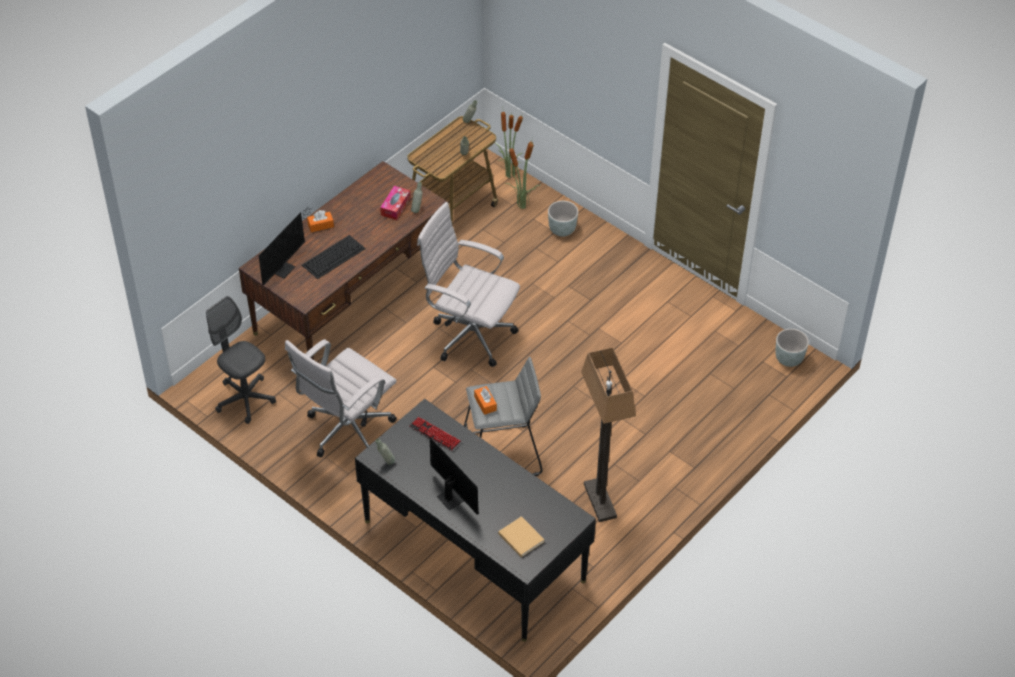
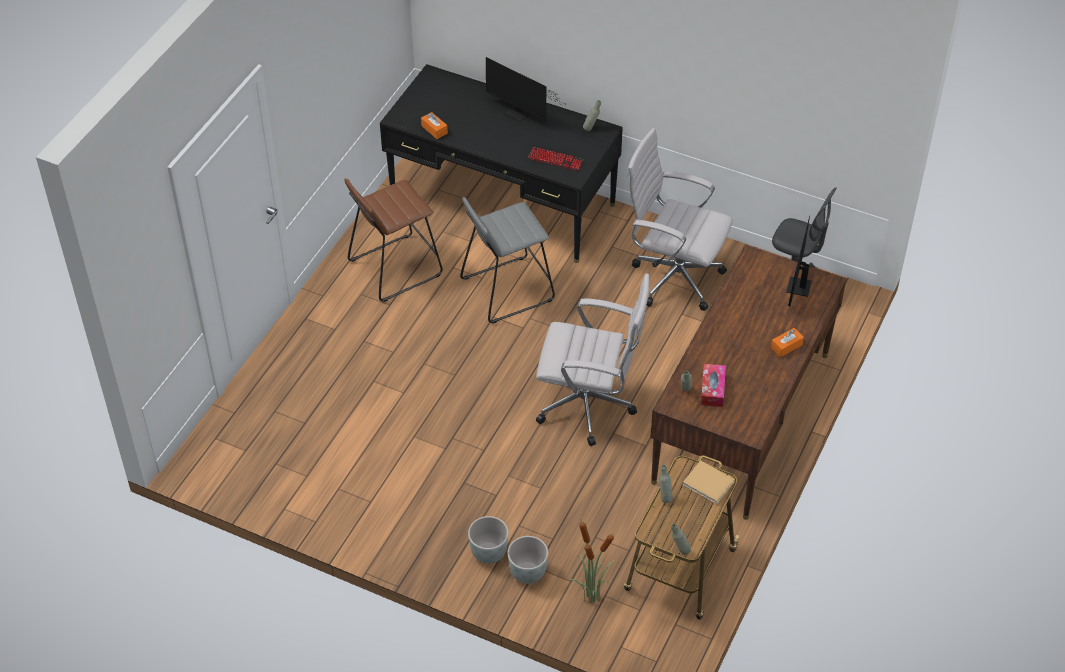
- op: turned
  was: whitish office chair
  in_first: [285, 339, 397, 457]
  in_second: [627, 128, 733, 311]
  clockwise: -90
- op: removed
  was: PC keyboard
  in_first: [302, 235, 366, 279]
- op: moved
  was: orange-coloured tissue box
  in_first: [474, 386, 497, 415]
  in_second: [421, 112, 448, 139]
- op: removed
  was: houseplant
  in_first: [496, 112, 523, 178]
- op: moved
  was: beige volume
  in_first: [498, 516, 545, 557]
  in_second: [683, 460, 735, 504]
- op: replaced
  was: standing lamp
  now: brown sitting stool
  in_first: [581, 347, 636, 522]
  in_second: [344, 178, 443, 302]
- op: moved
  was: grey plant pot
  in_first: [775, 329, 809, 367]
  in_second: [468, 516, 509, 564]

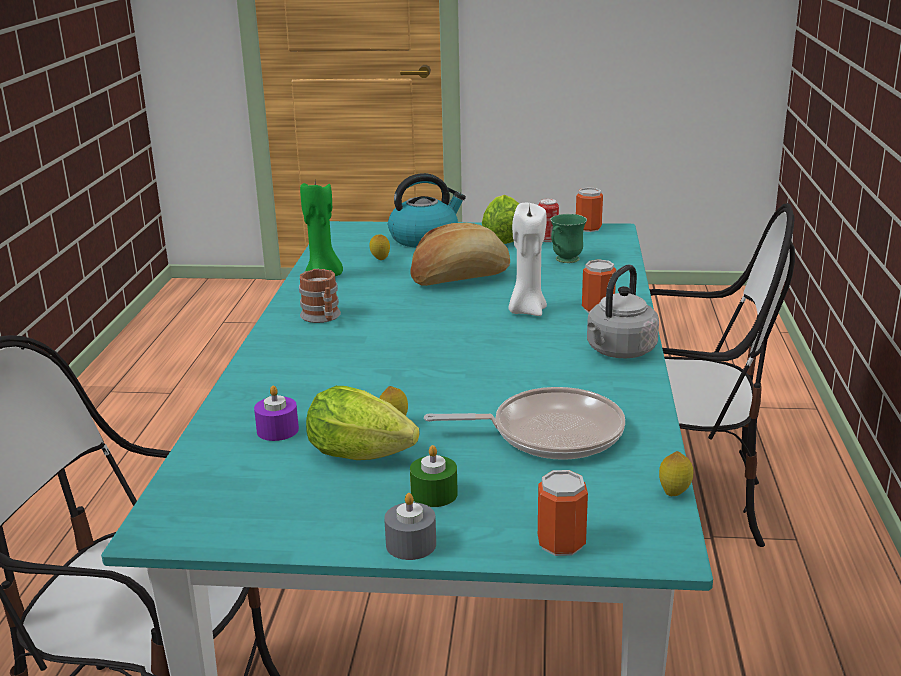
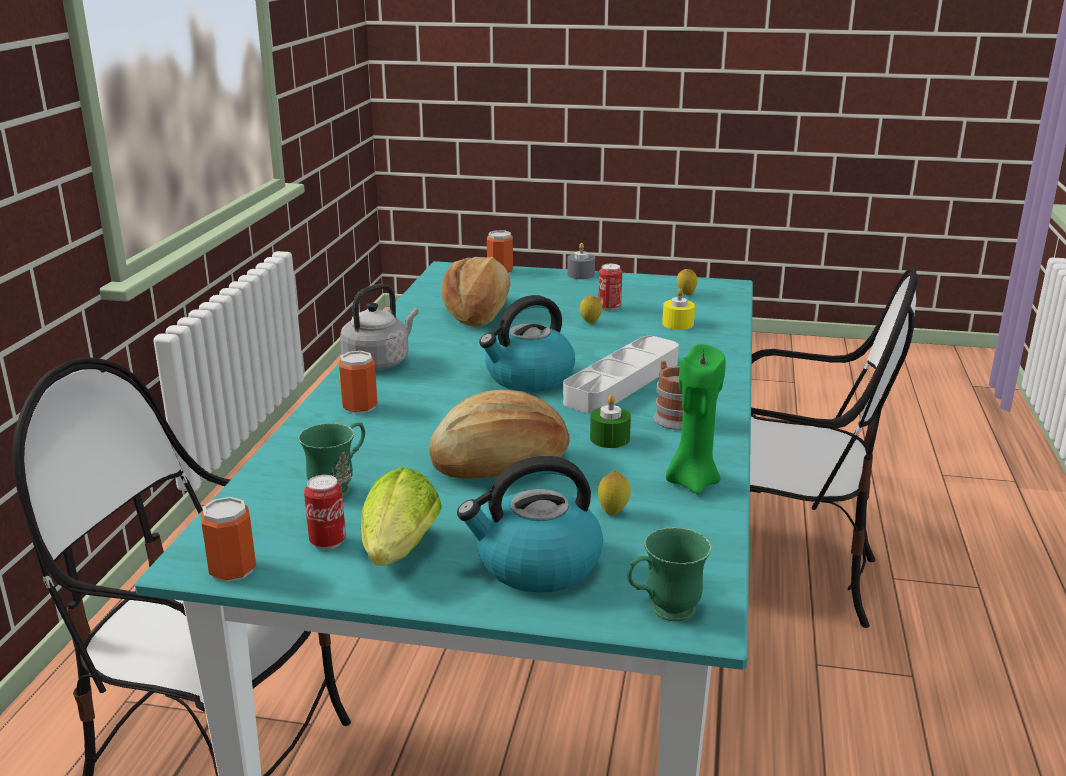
- op: recoloured
  was: purple-coloured candle
  now: yellowish candle
  in_first: [254, 385, 299, 441]
  in_second: [662, 288, 695, 330]
- op: replaced
  was: head of lettuce
  now: can
  in_first: [306, 386, 420, 460]
  in_second: [598, 264, 622, 311]
- op: moved
  was: green-coloured candle
  in_first: [410, 445, 458, 507]
  in_second: [590, 395, 631, 448]
- op: replaced
  was: skillet
  now: baked bread
  in_first: [424, 387, 625, 460]
  in_second: [441, 257, 511, 327]
- op: removed
  was: whitish candle
  in_first: [508, 203, 547, 316]
- op: moved
  was: citrus fruit
  in_first: [659, 451, 693, 496]
  in_second: [677, 269, 697, 295]
- op: added
  now: tea kettle
  in_second: [479, 295, 575, 392]
- op: added
  now: grey serving tray
  in_second: [563, 336, 679, 414]
- op: added
  now: green-coloured coffee mug
  in_second: [627, 527, 711, 621]

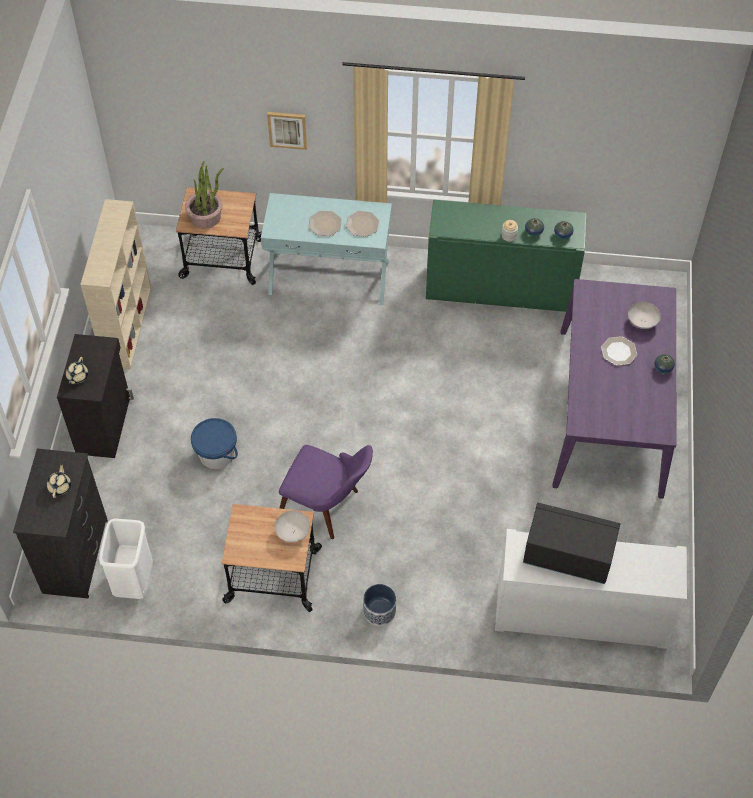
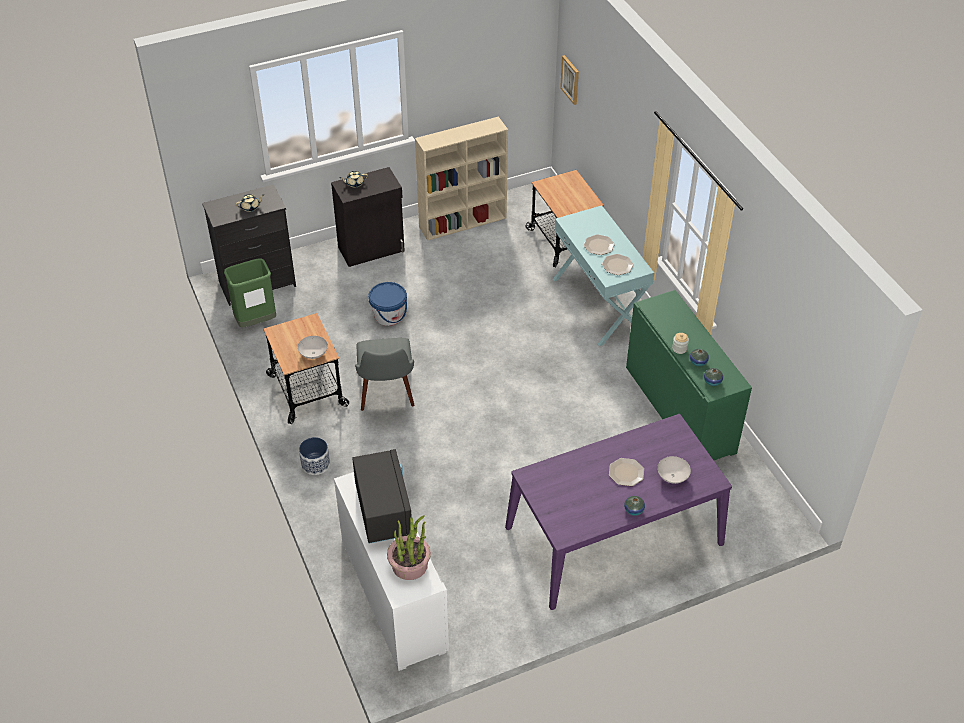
- op: recoloured
  was: whitish waste bin
  now: green-coloured waste bin
  in_first: [99, 518, 153, 599]
  in_second: [224, 258, 276, 327]
- op: moved
  was: houseplant
  in_first: [185, 161, 224, 228]
  in_second: [387, 515, 431, 580]
- op: moved
  was: wall picture
  in_first: [267, 112, 307, 150]
  in_second: [560, 55, 579, 105]
- op: recoloured
  was: purple-coloured plain chair
  now: grey plain chair
  in_first: [279, 445, 373, 539]
  in_second: [355, 338, 414, 411]

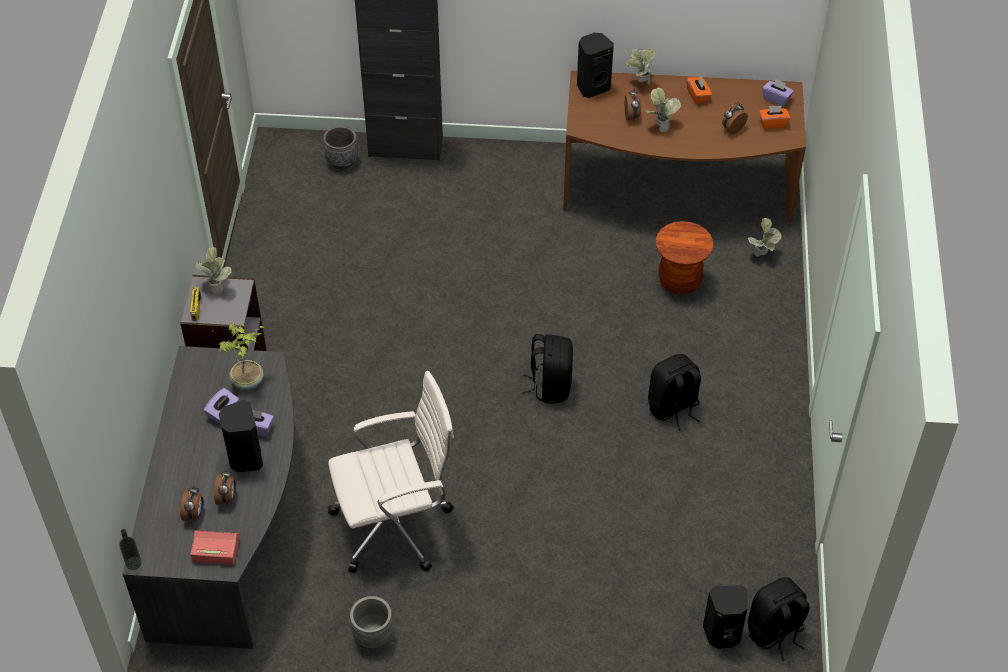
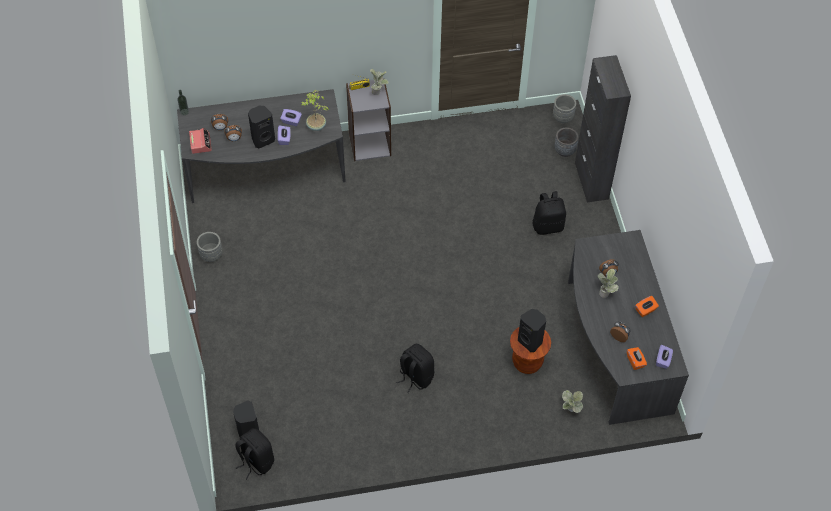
- op: removed
  was: whitish office chair
  in_first: [328, 371, 454, 574]
- op: moved
  was: black-coloured knapsack
  in_first: [522, 334, 573, 404]
  in_second: [532, 191, 566, 235]
- op: recoloured
  was: brown desk
  now: grey desk
  in_first: [563, 71, 806, 223]
  in_second: [568, 230, 689, 425]
- op: moved
  was: black-coloured loudspeaker
  in_first: [577, 33, 614, 98]
  in_second: [518, 309, 546, 352]
- op: removed
  was: houseplant
  in_first: [626, 49, 656, 85]
- op: added
  now: grey plant pot
  in_second: [553, 94, 576, 123]

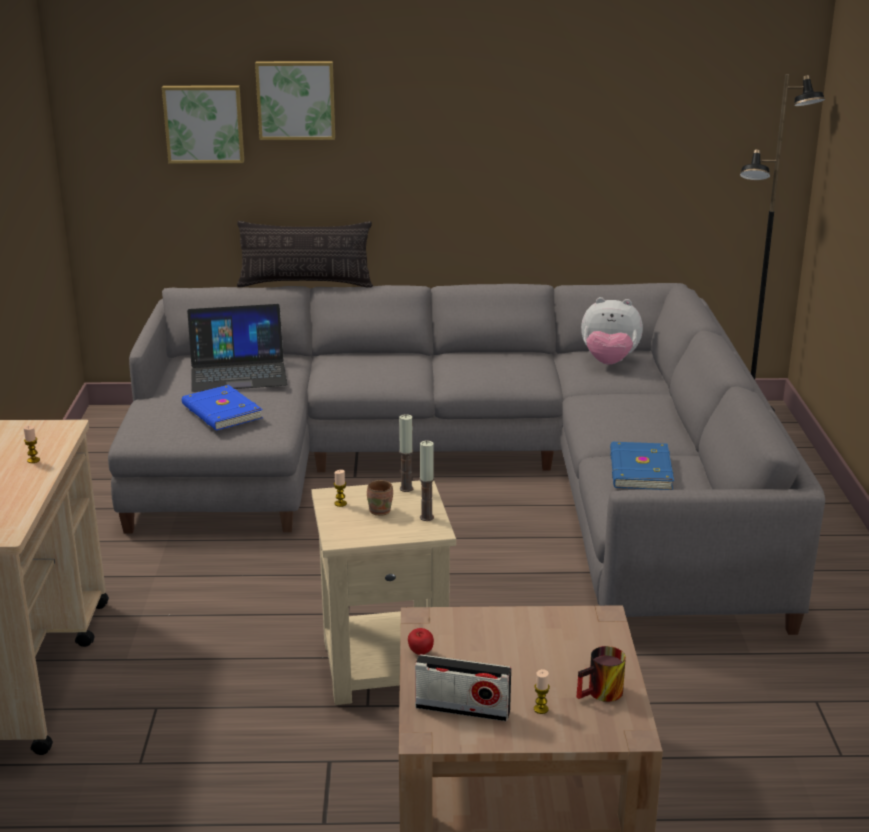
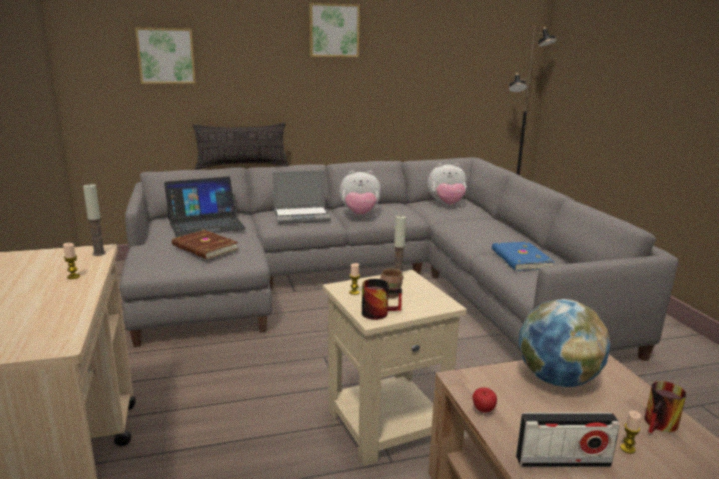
- op: recoloured
  was: blue-coloured volume
  now: brown volume
  in_first: [182, 385, 263, 430]
  in_second: [172, 230, 238, 259]
- op: moved
  was: wall picture
  in_first: [255, 61, 335, 140]
  in_second: [309, 3, 360, 57]
- op: moved
  was: candle
  in_first: [419, 441, 434, 521]
  in_second: [83, 183, 106, 256]
- op: added
  now: notebook computer
  in_second: [273, 170, 331, 224]
- op: added
  now: plush toy
  in_second: [339, 170, 381, 215]
- op: added
  now: coffee mug
  in_second: [362, 279, 402, 320]
- op: added
  now: desk globe
  in_second: [518, 299, 611, 387]

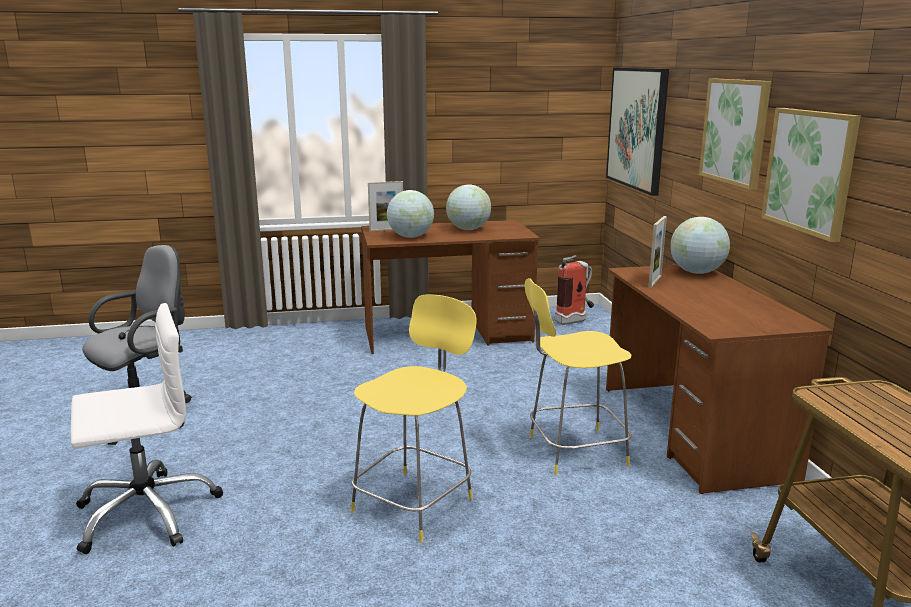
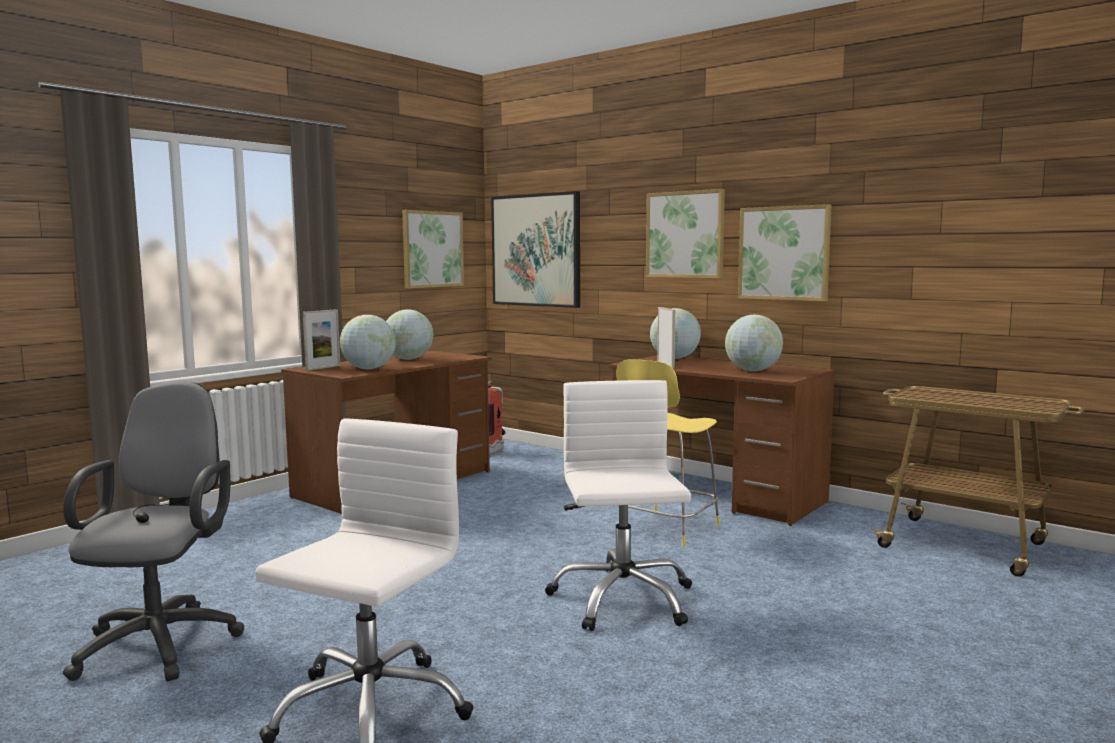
- op: replaced
  was: yellowish sitting stool
  now: whitish office chair
  in_first: [351, 294, 477, 543]
  in_second: [545, 380, 692, 631]
- op: added
  now: wall picture
  in_second: [402, 210, 464, 288]
- op: added
  now: desk globe
  in_second: [725, 315, 783, 371]

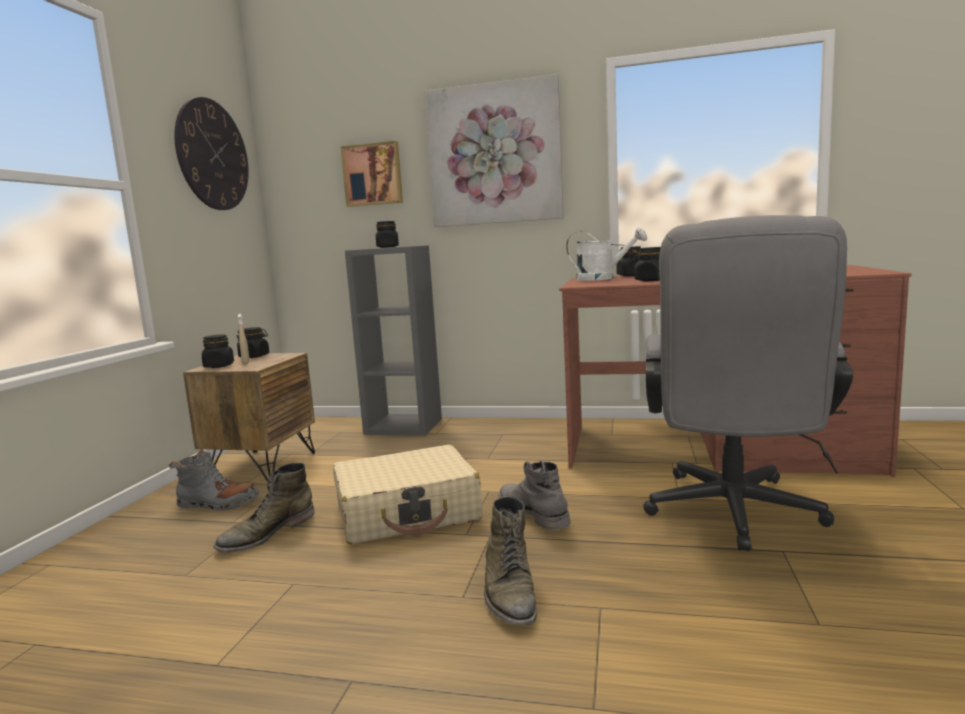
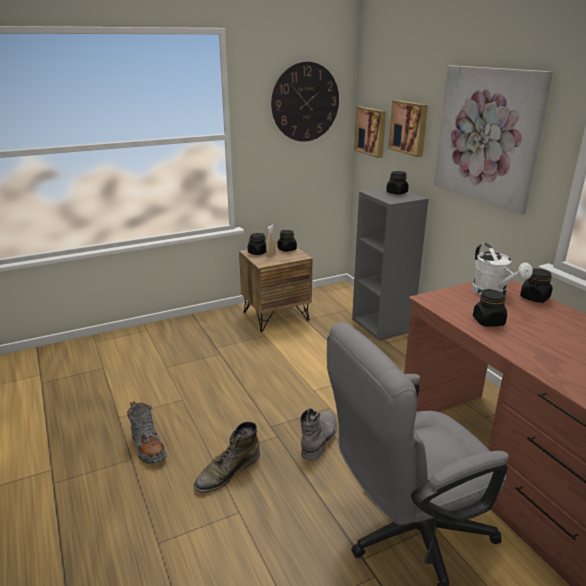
- op: moved
  was: grey tall boot
  in_first: [168, 449, 259, 510]
  in_second: [127, 401, 167, 464]
- op: removed
  was: green-coloured tall boot
  in_first: [214, 463, 315, 553]
- op: removed
  was: beige suitcase
  in_first: [333, 445, 482, 544]
- op: added
  now: wall picture
  in_second: [354, 107, 386, 158]

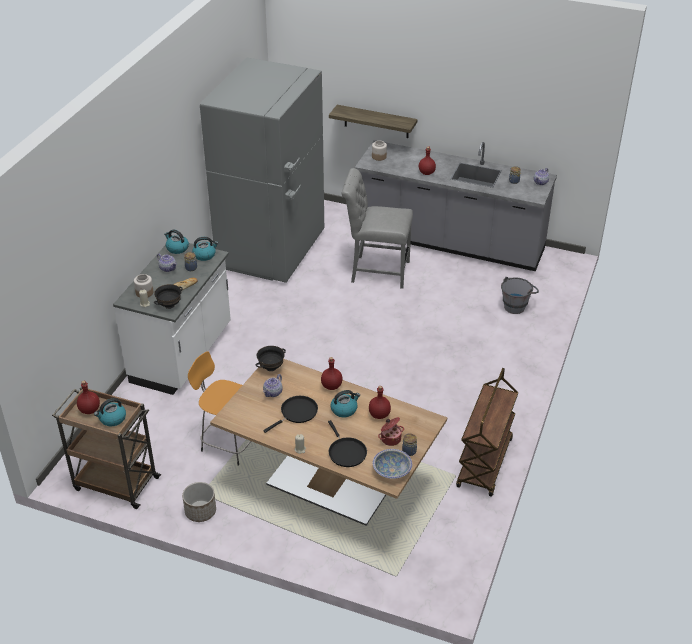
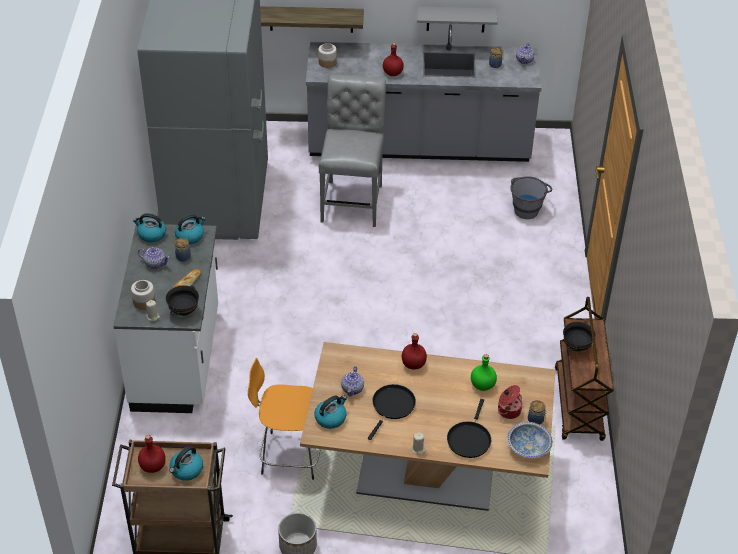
- op: moved
  was: black-coloured deep dish
  in_first: [256, 346, 286, 371]
  in_second: [563, 322, 595, 351]
- op: turned
  was: black-coloured skillet
  in_first: [328, 420, 367, 467]
  in_second: [447, 399, 491, 458]
  clockwise: 60
- op: moved
  was: tea kettle
  in_first: [331, 390, 360, 417]
  in_second: [314, 395, 347, 429]
- op: turned
  was: grey plain chair
  in_first: [342, 168, 413, 289]
  in_second: [319, 75, 386, 227]
  clockwise: 105
- op: recoloured
  was: reddish beverage bottle
  now: green-coloured beverage bottle
  in_first: [369, 386, 391, 419]
  in_second: [471, 354, 497, 391]
- op: added
  now: grey wall shelf
  in_second: [417, 7, 498, 33]

